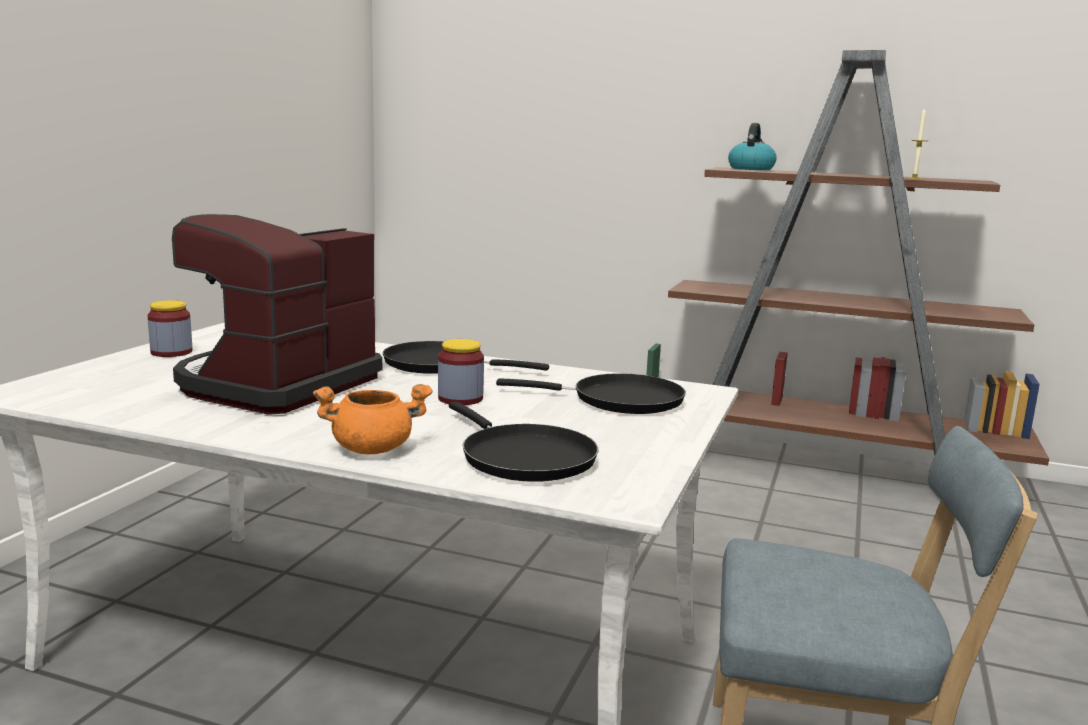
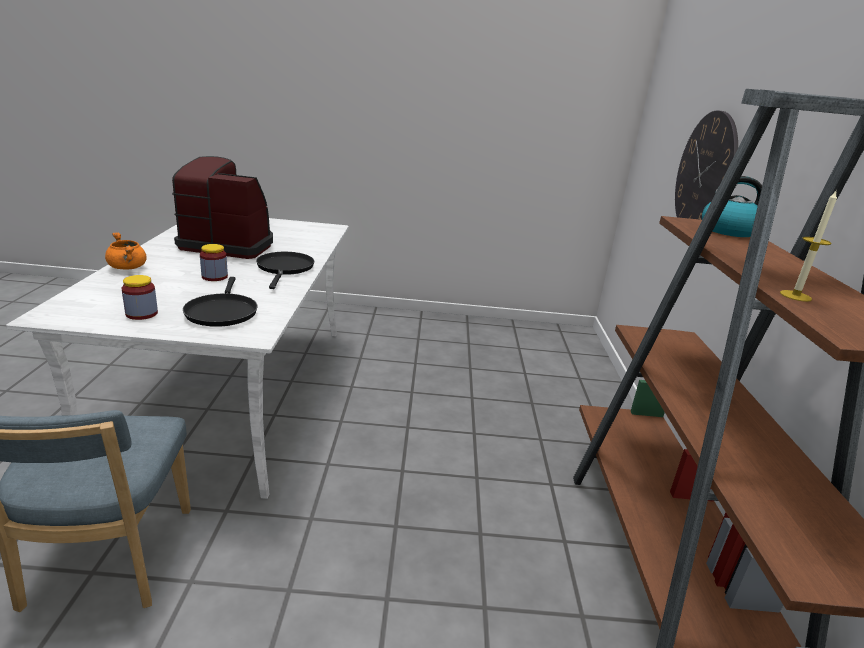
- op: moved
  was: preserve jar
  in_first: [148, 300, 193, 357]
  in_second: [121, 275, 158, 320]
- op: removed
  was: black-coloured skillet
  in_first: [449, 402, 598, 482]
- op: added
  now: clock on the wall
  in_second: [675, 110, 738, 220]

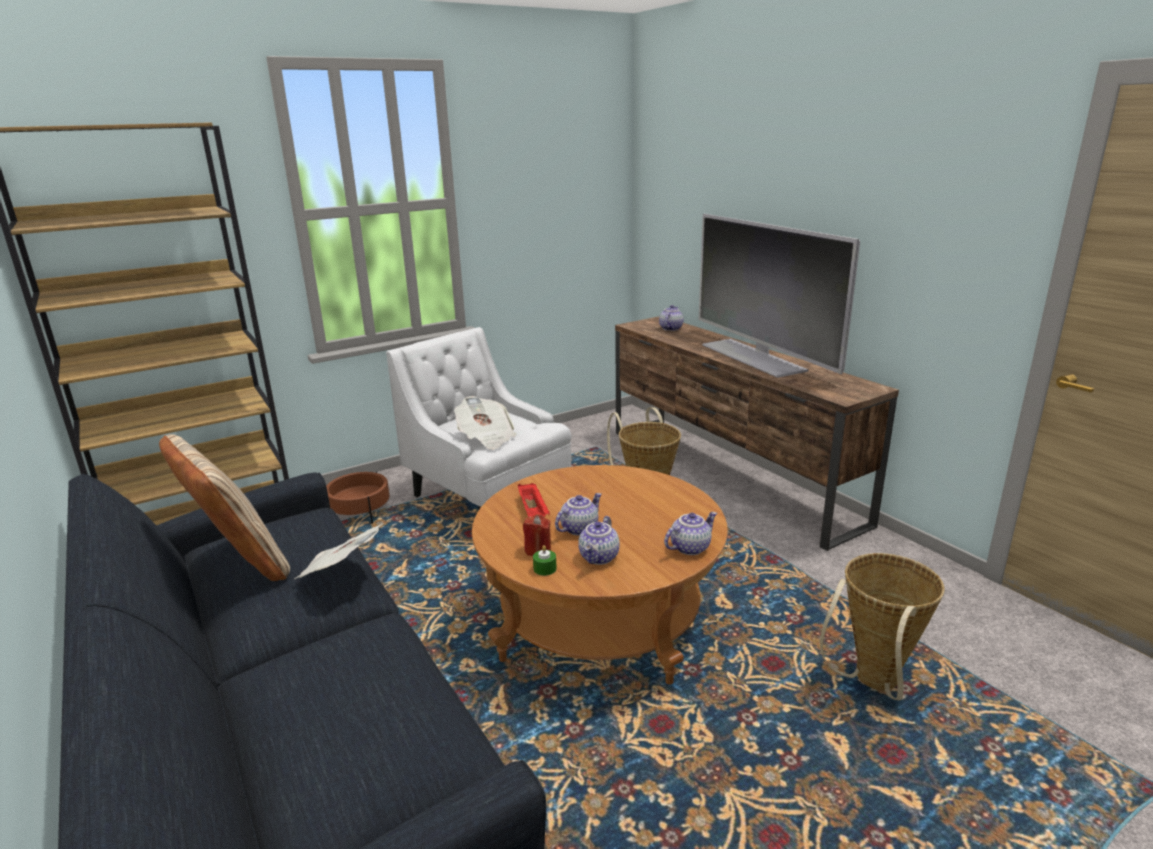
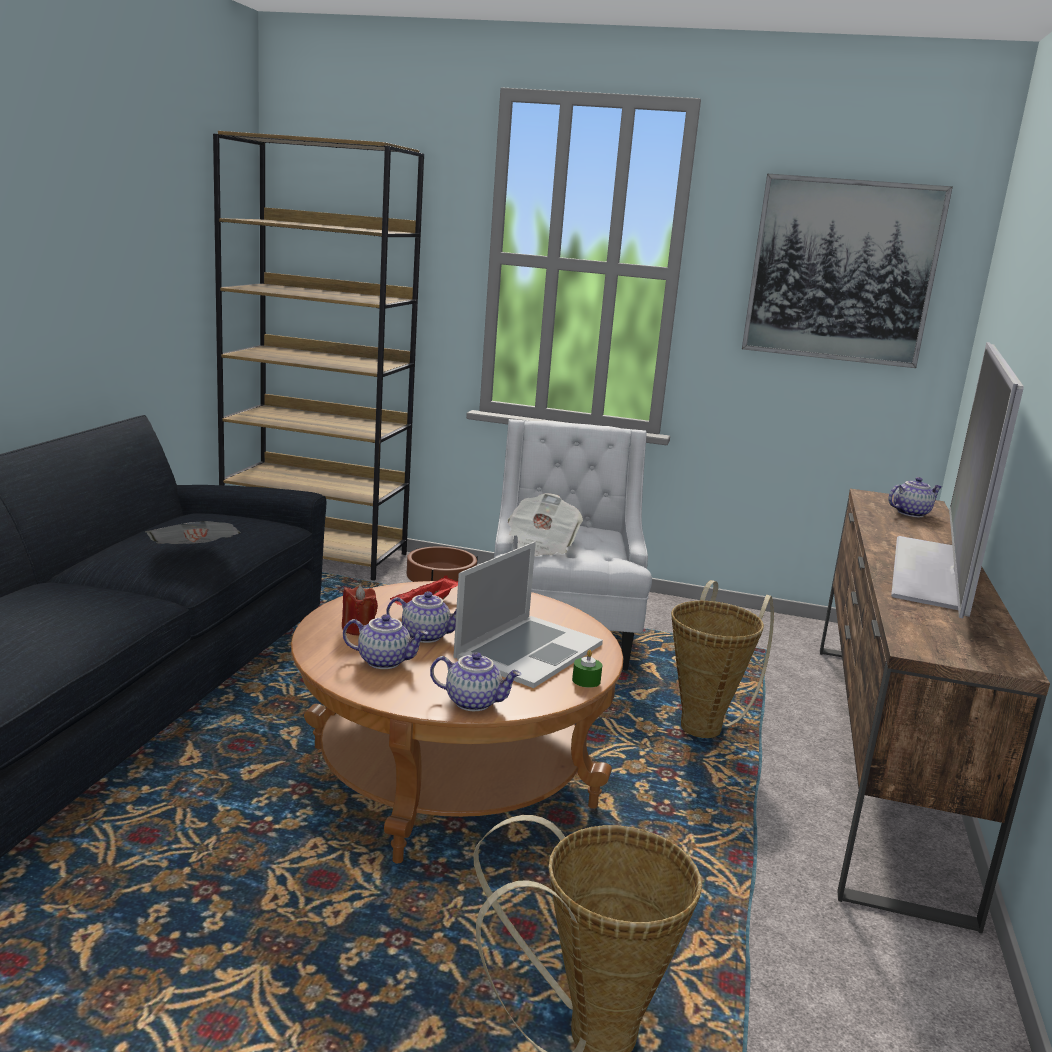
- op: removed
  was: beige throw pillow
  in_first: [159, 434, 290, 581]
- op: moved
  was: green-coloured candle
  in_first: [533, 545, 557, 576]
  in_second: [572, 650, 602, 688]
- op: turned
  was: tea pot
  in_first: [578, 516, 620, 565]
  in_second: [343, 614, 428, 669]
  clockwise: -150
- op: added
  now: notebook computer
  in_second: [453, 542, 603, 688]
- op: added
  now: wall picture
  in_second: [742, 174, 953, 368]

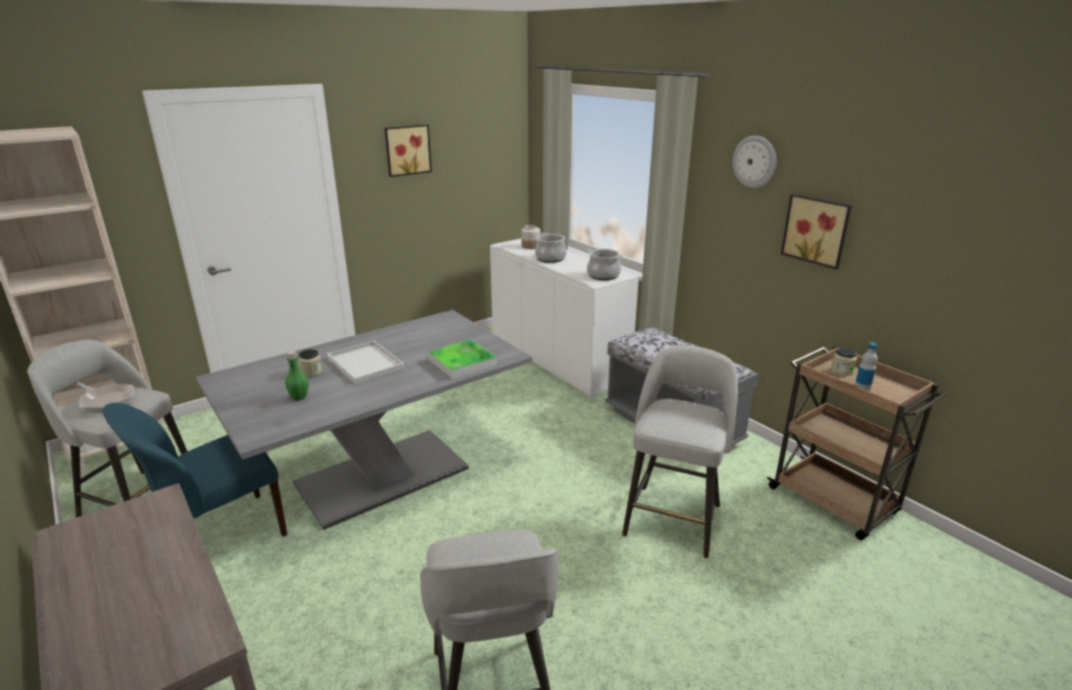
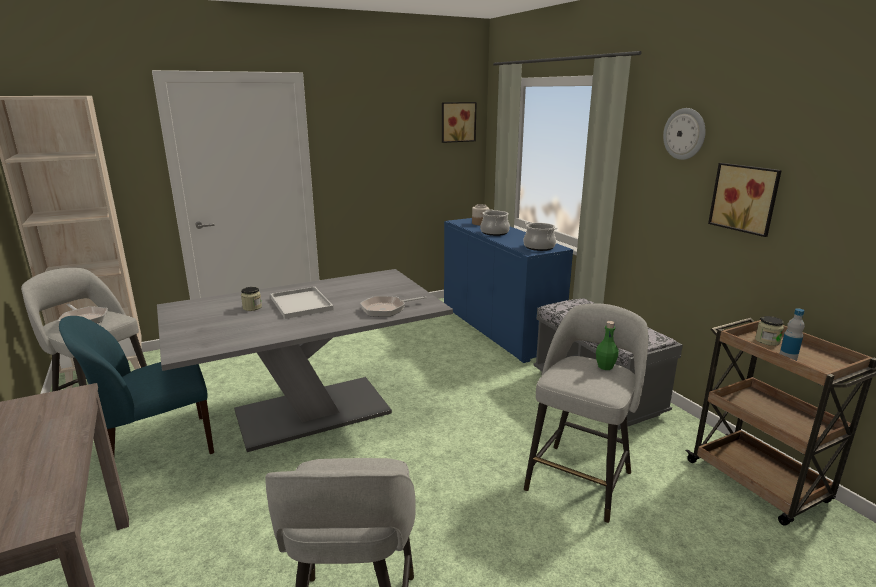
- op: moved
  was: green-coloured beverage bottle
  in_first: [285, 351, 309, 400]
  in_second: [596, 321, 619, 370]
- op: moved
  was: wall picture
  in_first: [385, 125, 432, 177]
  in_second: [442, 102, 477, 143]
- op: replaced
  was: serving tray
  now: skillet
  in_first: [428, 339, 497, 379]
  in_second: [360, 296, 427, 317]
- op: recoloured
  was: whitish cupboard
  now: blue-coloured cupboard
  in_first: [490, 238, 639, 398]
  in_second: [444, 218, 573, 363]

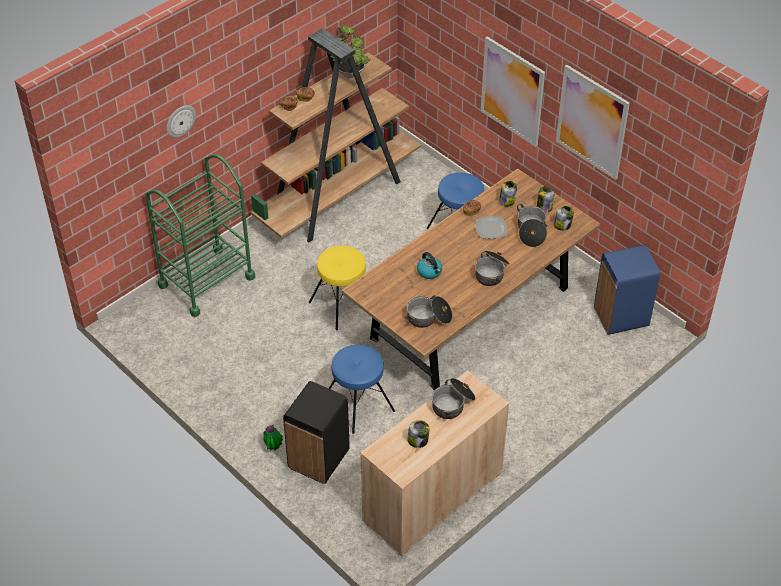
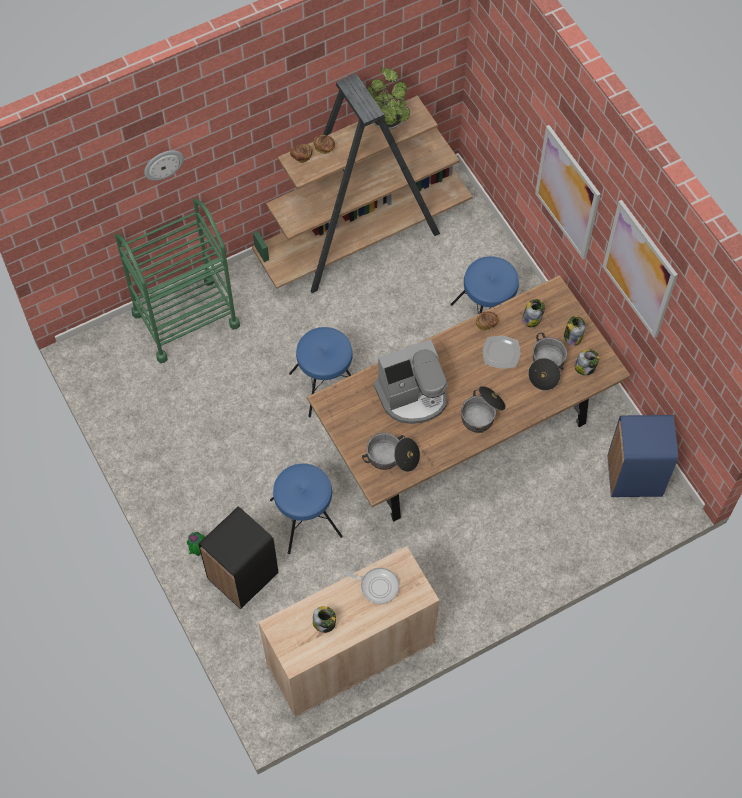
- op: recoloured
  was: yellowish sitting stool
  now: blue-coloured sitting stool
  in_first: [309, 246, 366, 330]
  in_second: [289, 327, 353, 418]
- op: replaced
  was: tea kettle
  now: coffee brewer
  in_first: [417, 252, 442, 279]
  in_second: [374, 339, 448, 424]
- op: replaced
  was: stockpot
  now: skillet
  in_first: [432, 378, 476, 419]
  in_second: [342, 568, 399, 604]

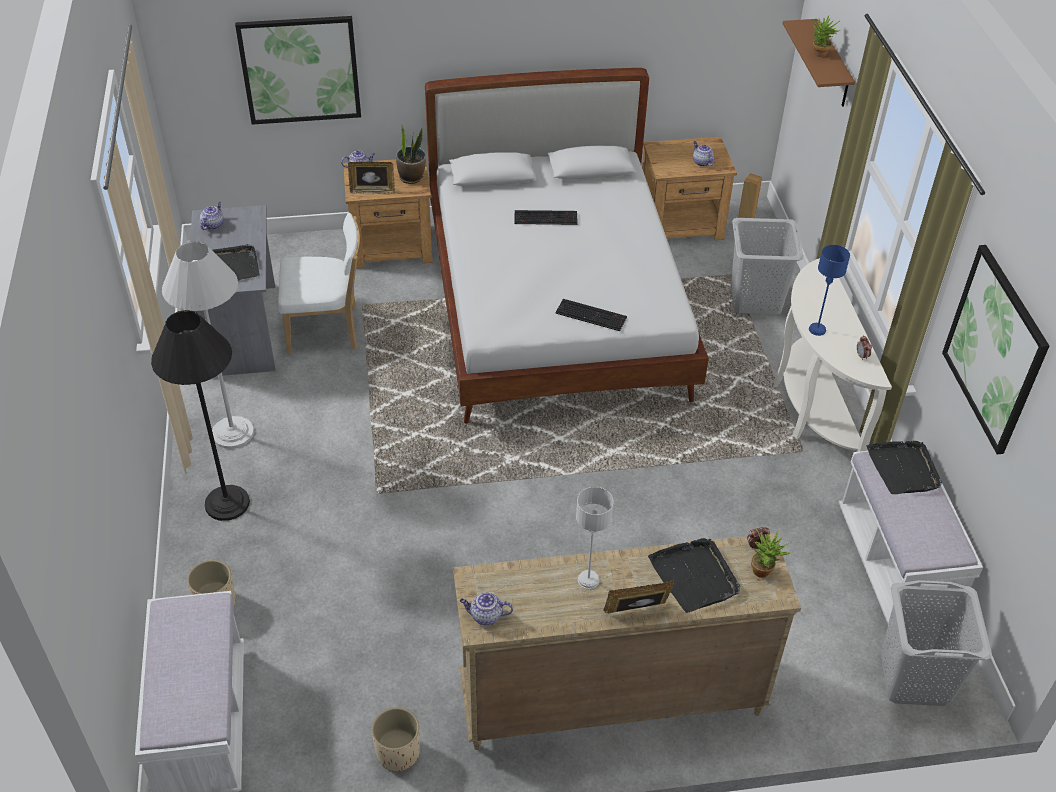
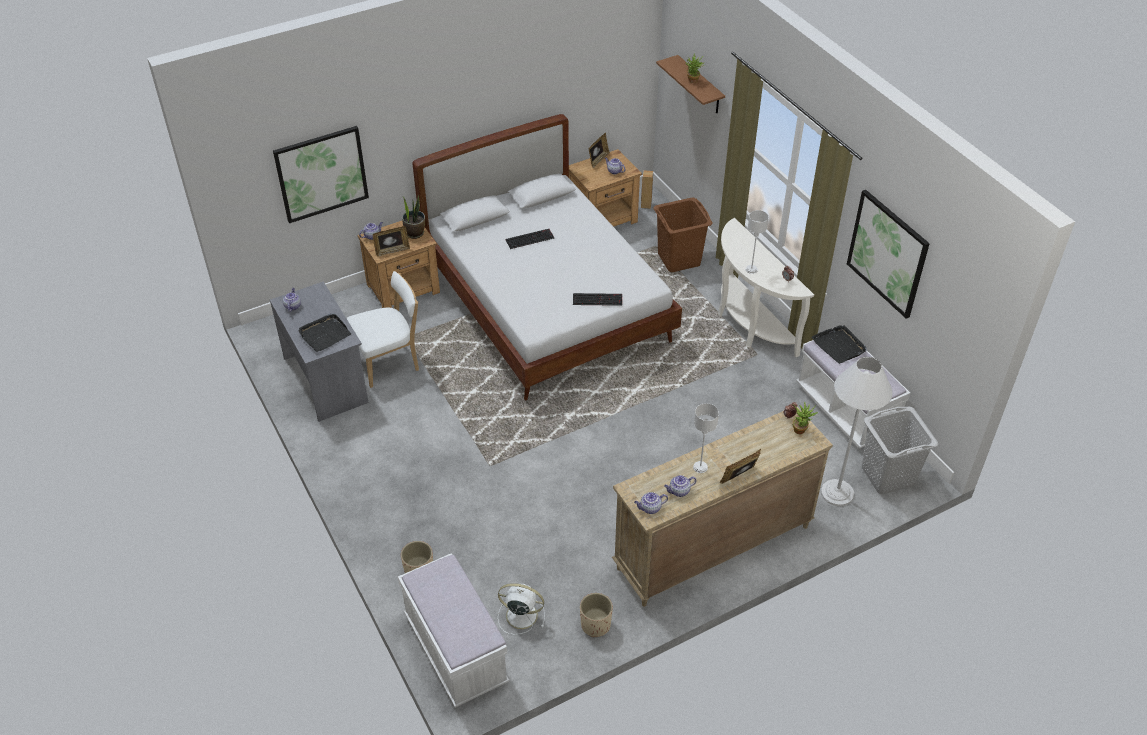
- op: removed
  was: black-coloured standing lamp
  in_first: [151, 310, 250, 521]
- op: moved
  was: whitish standing lamp
  in_first: [162, 241, 254, 449]
  in_second: [821, 357, 892, 506]
- op: removed
  was: black-coloured serving tray
  in_first: [648, 538, 740, 613]
- op: recoloured
  was: grey hamper
  now: brown hamper
  in_first: [731, 218, 803, 314]
  in_second: [653, 197, 713, 272]
- op: recoloured
  was: blue-coloured lamp for a table
  now: grey lamp for a table
  in_first: [809, 245, 850, 336]
  in_second: [746, 210, 769, 274]
- op: added
  now: whitish fan
  in_second: [498, 583, 545, 635]
- op: added
  now: picture frame
  in_second: [588, 133, 610, 168]
- op: added
  now: tea pot
  in_second: [664, 475, 696, 497]

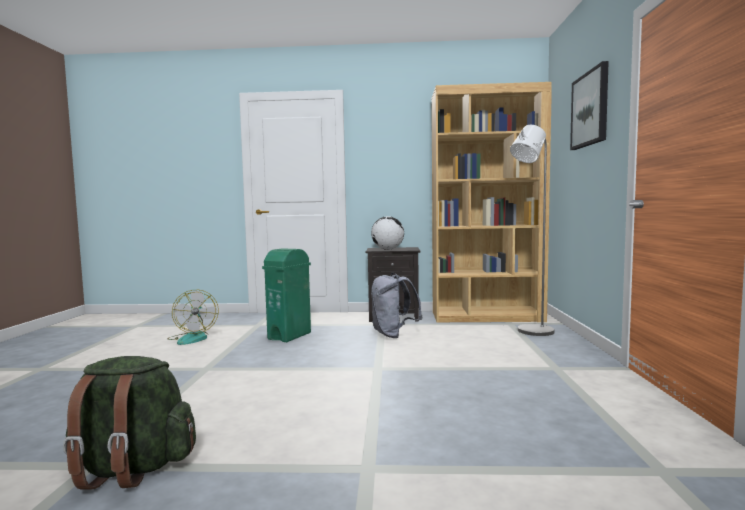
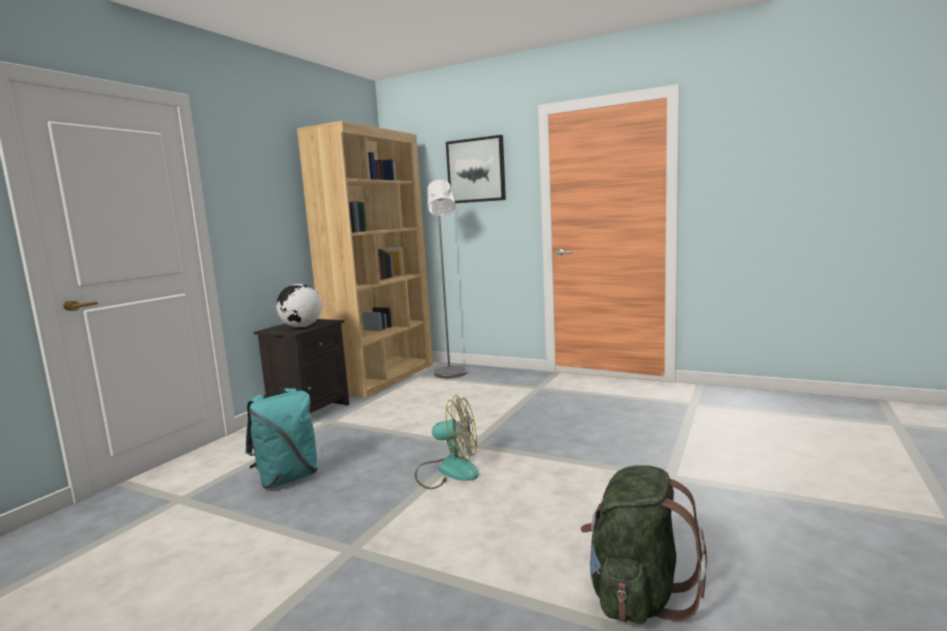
- op: moved
  was: fan
  in_first: [167, 290, 218, 345]
  in_second: [415, 395, 479, 489]
- op: replaced
  was: green-coloured waste bin
  now: blue-green knapsack
  in_first: [262, 248, 311, 342]
  in_second: [245, 388, 318, 489]
- op: removed
  was: grey knapsack
  in_first: [371, 273, 422, 338]

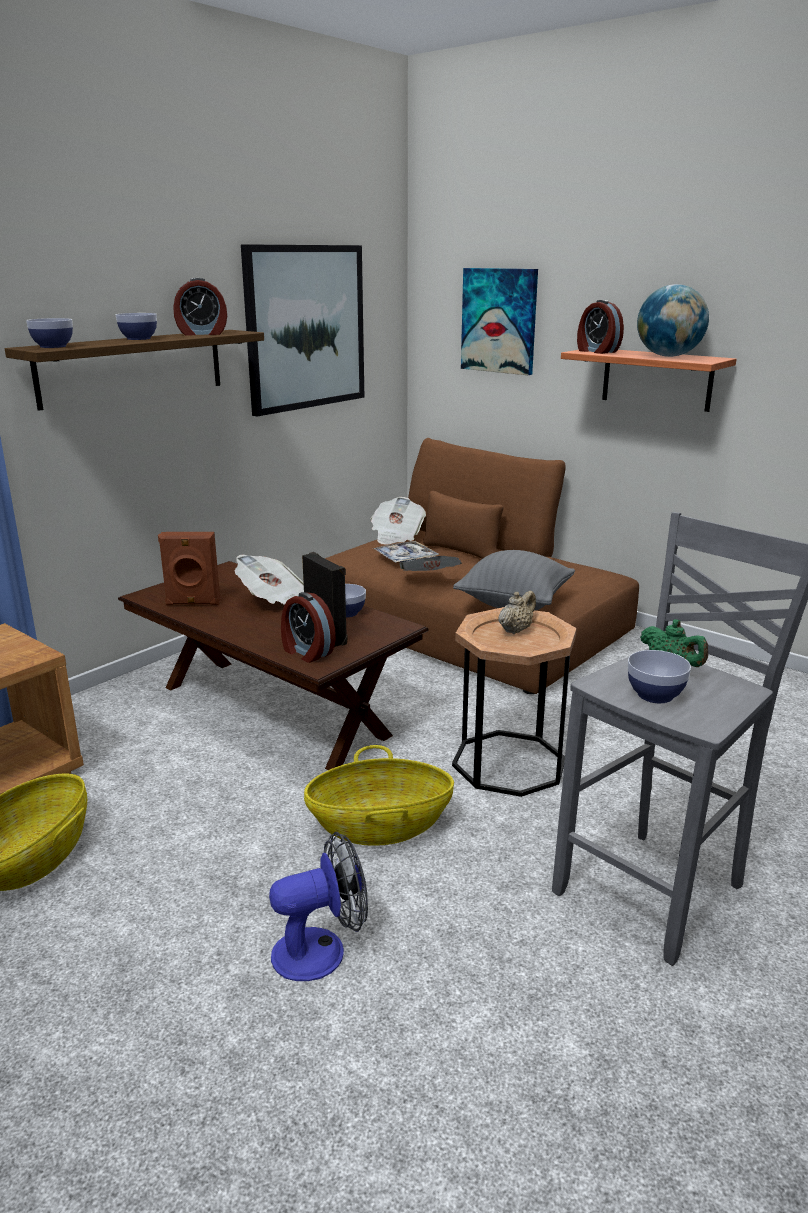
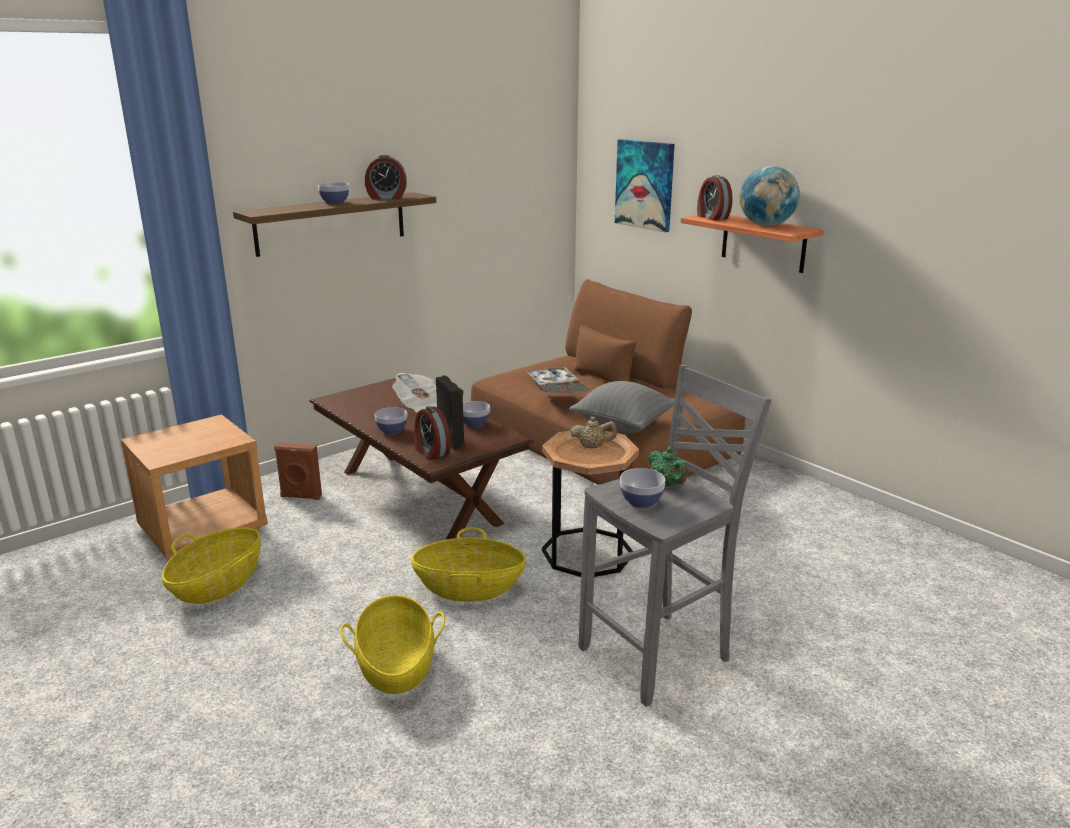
- op: moved
  was: deep dish
  in_first: [26, 318, 73, 348]
  in_second: [374, 407, 407, 435]
- op: moved
  was: brown loudspeaker
  in_first: [158, 532, 220, 605]
  in_second: [274, 443, 322, 500]
- op: removed
  was: wall picture
  in_first: [241, 244, 364, 416]
- op: replaced
  was: fan
  now: household basket
  in_first: [269, 832, 368, 981]
  in_second: [340, 595, 445, 694]
- op: removed
  was: newspaper
  in_first: [370, 497, 426, 545]
- op: turned
  was: beige tea pot
  in_first: [498, 591, 536, 634]
  in_second: [570, 417, 617, 449]
  clockwise: 45

